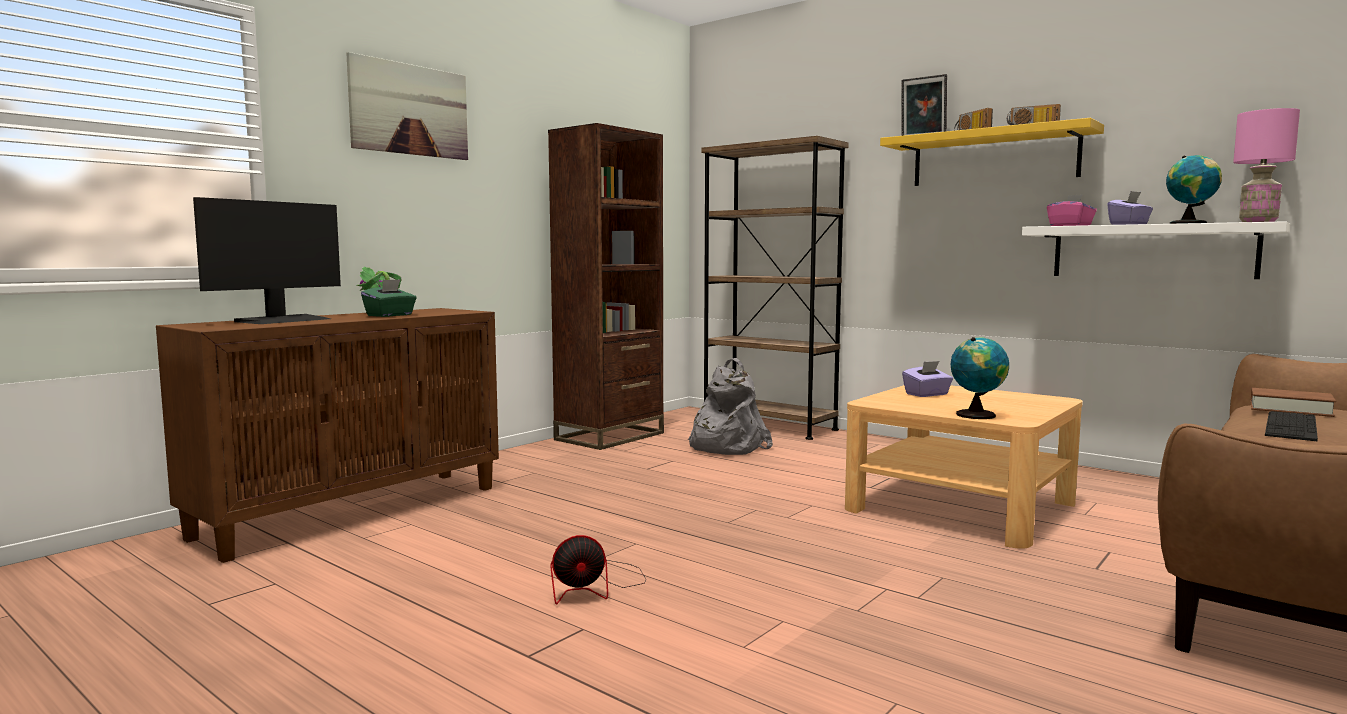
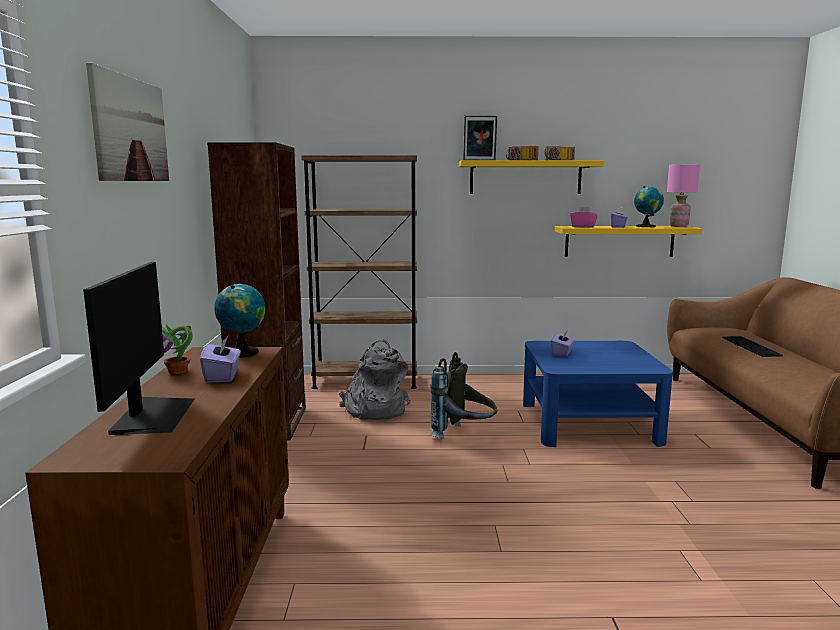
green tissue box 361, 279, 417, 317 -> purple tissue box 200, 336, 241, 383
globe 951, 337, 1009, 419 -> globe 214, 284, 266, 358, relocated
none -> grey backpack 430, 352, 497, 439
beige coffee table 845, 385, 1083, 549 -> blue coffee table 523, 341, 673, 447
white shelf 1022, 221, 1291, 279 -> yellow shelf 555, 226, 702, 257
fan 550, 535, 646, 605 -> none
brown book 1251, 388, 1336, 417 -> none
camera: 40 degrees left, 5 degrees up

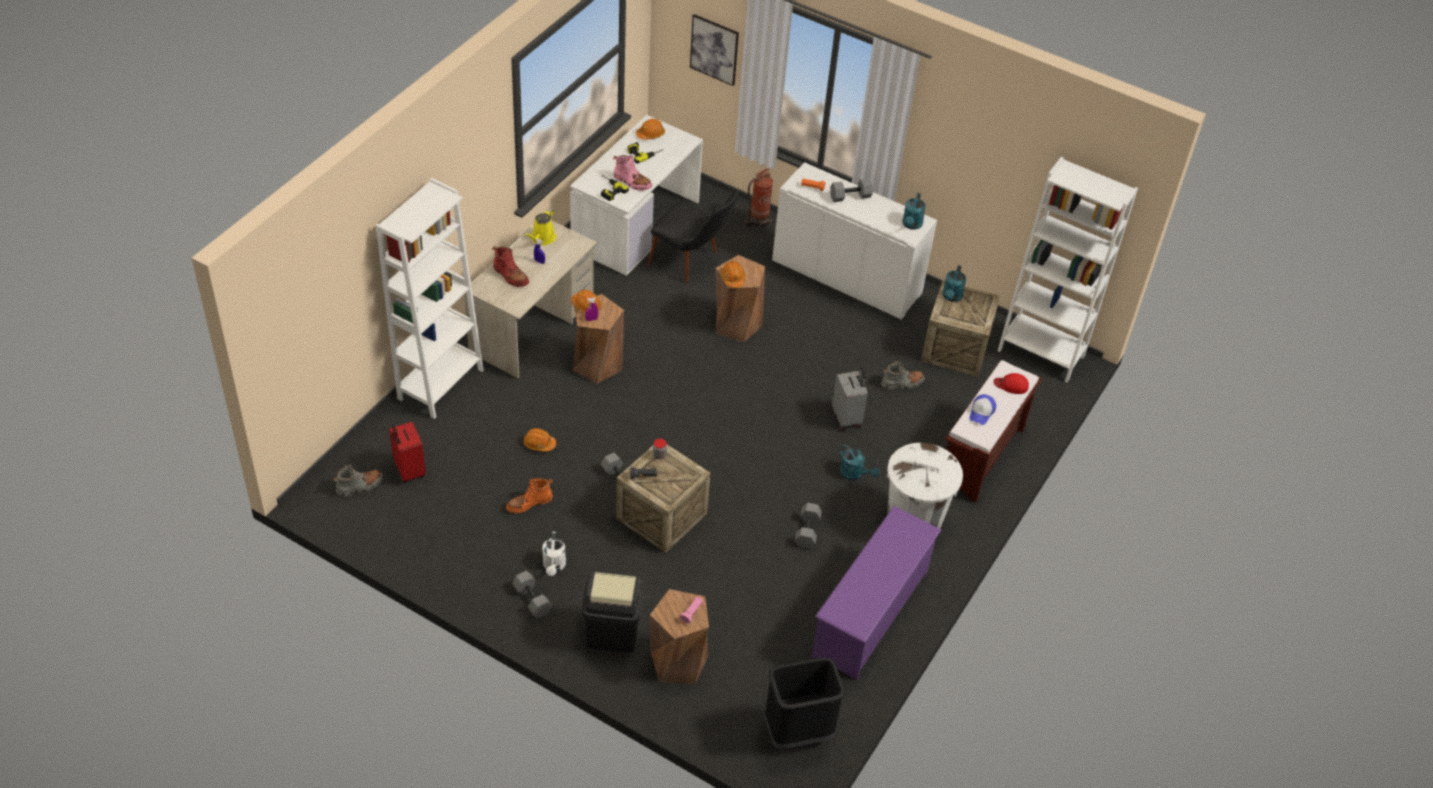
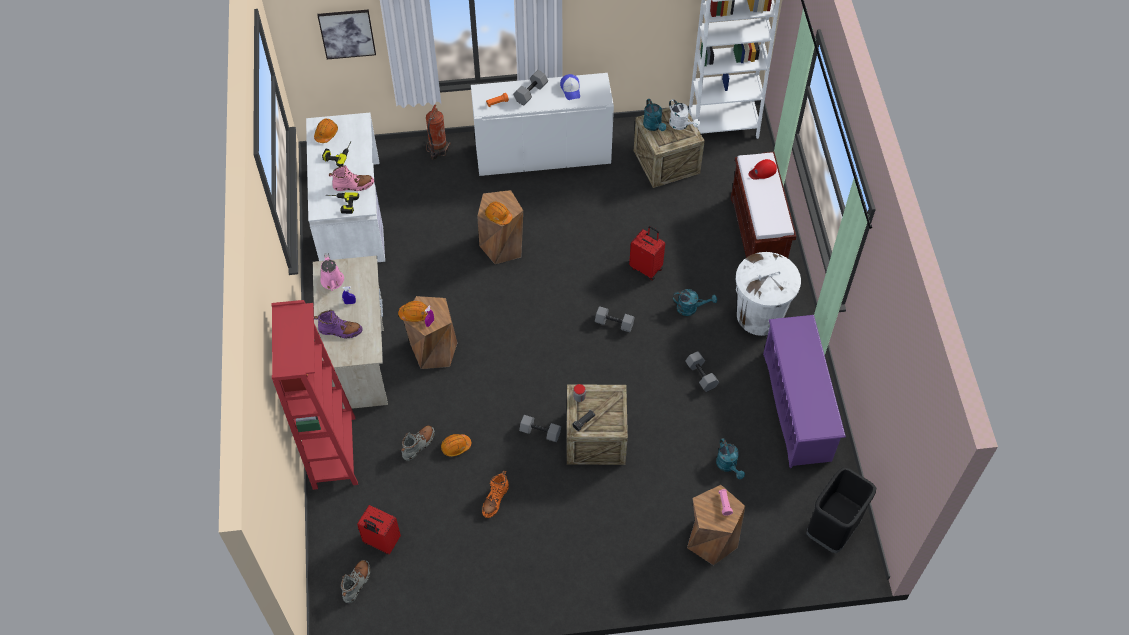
white bookcase 376, 178, 484, 419 -> red bookcase 271, 300, 358, 490
red boot 492, 246, 529, 287 -> purple boot 314, 310, 363, 339
yellow watering can 524, 209, 556, 246 -> pink watering can 320, 253, 344, 291
grey boot 881, 361, 924, 390 -> grey boot 401, 425, 435, 461, relocated
cap 969, 394, 996, 425 -> cap 560, 74, 580, 100, relocated
grey dumbbell 512, 571, 552, 618 -> grey dumbbell 595, 306, 635, 332, relocated
grey suitcase 832, 367, 868, 431 -> red suitcase 629, 226, 665, 281
white watering can 542, 531, 566, 576 -> white watering can 669, 99, 700, 130, relocated
turquoise watering can 902, 193, 926, 230 -> turquoise watering can 716, 438, 745, 479, relocated
black trash can 582, 571, 644, 653 -> none
black chair 647, 189, 739, 283 -> none
camera: 35 degrees left, 10 degrees up

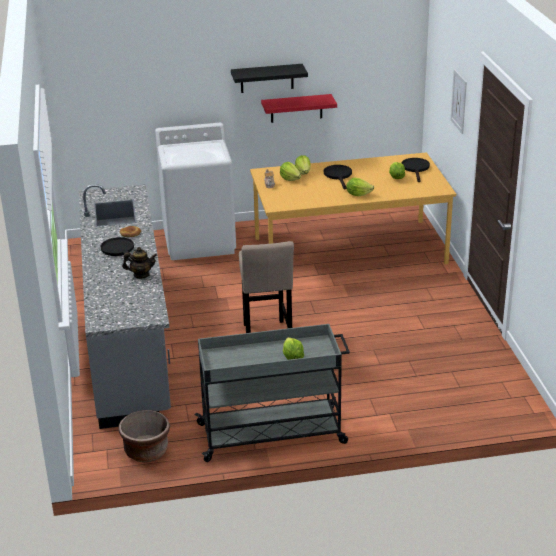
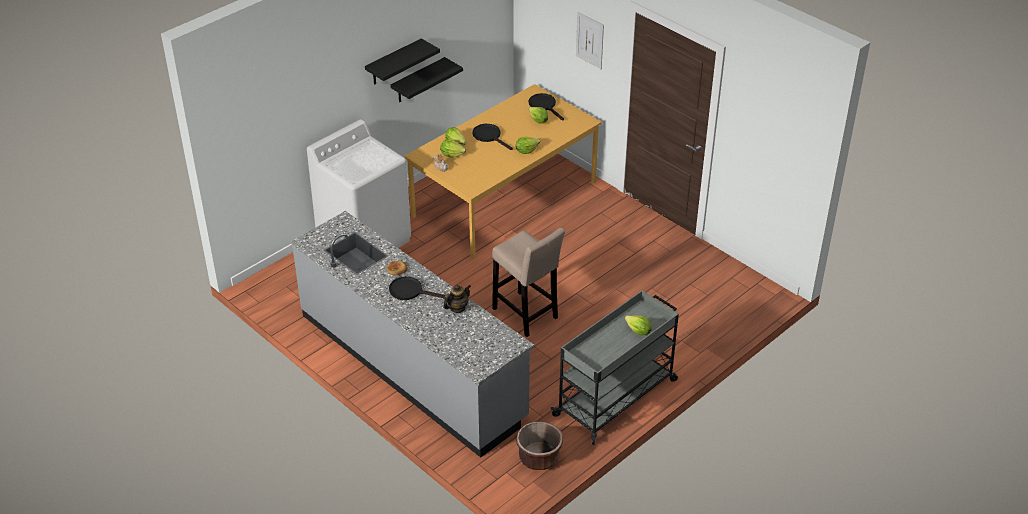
red shelf 261, 94, 337, 123 -> black shelf 390, 57, 463, 102
camera: 35 degrees left, 10 degrees up

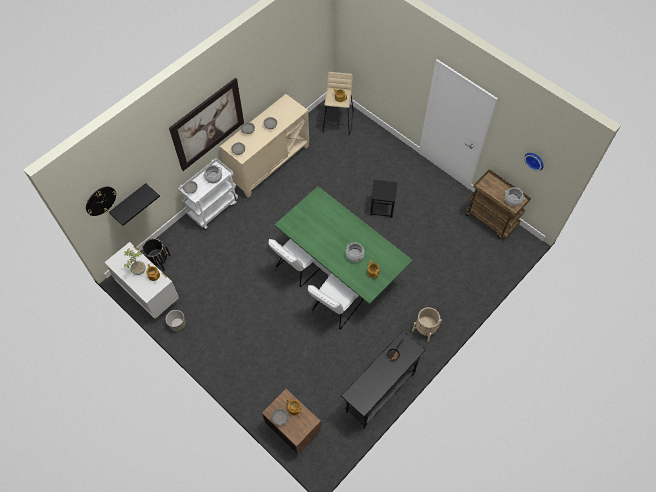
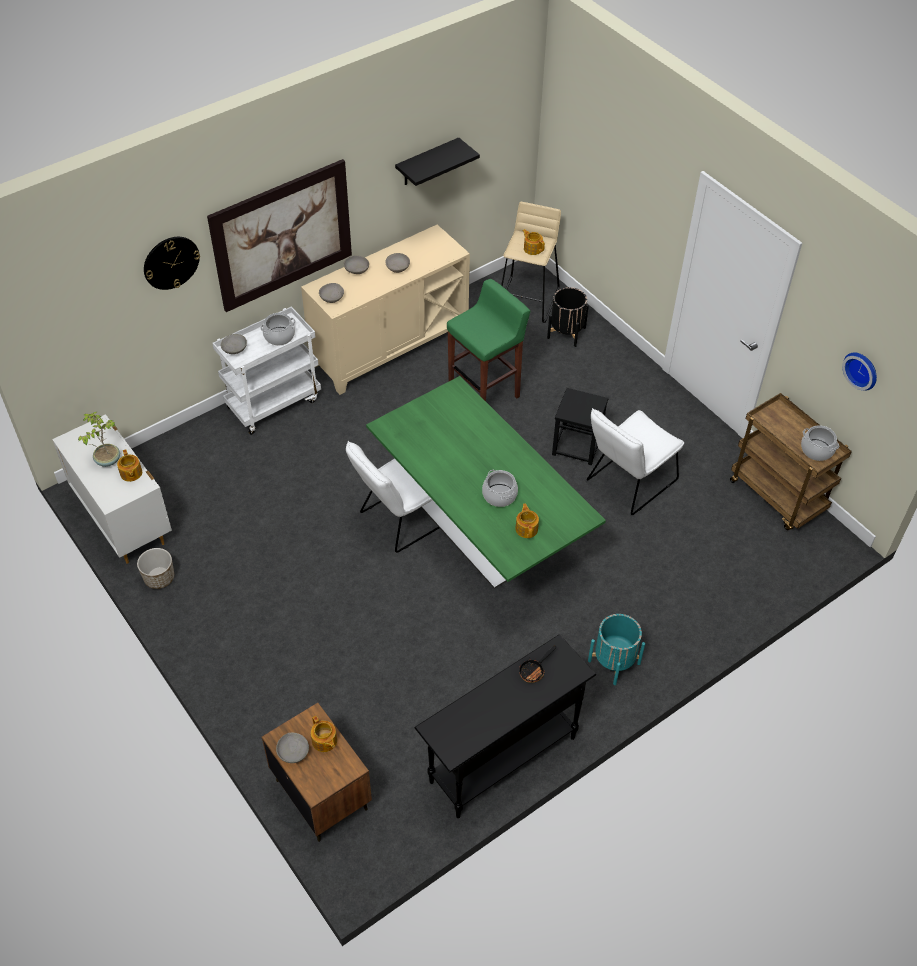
wall clock 86, 187, 116, 216 -> wall clock 144, 237, 200, 290, relocated
black shelf 109, 183, 160, 226 -> black shelf 395, 137, 480, 186, relocated
none -> green stool 447, 279, 530, 401
black planter 142, 238, 170, 271 -> black planter 547, 287, 589, 347, relocated
white chair 308, 273, 363, 329 -> white chair 587, 408, 684, 515, relocated
beige planter 412, 307, 442, 342 -> turquoise planter 588, 614, 645, 685
camera: 10 degrees right, 10 degrees down

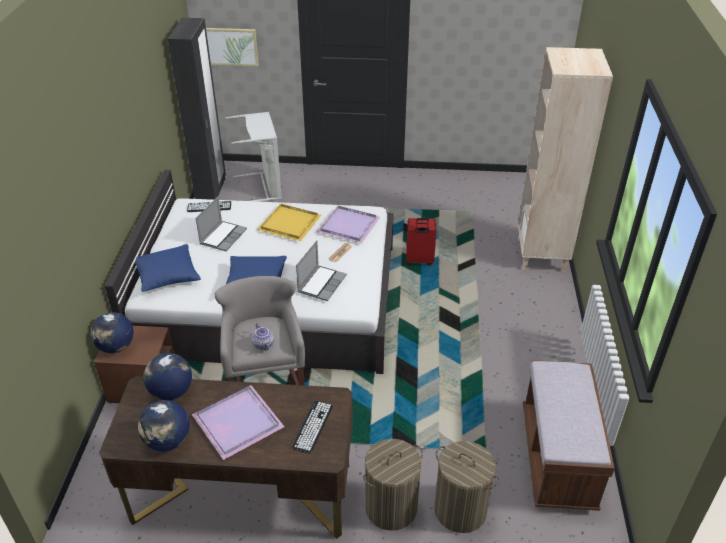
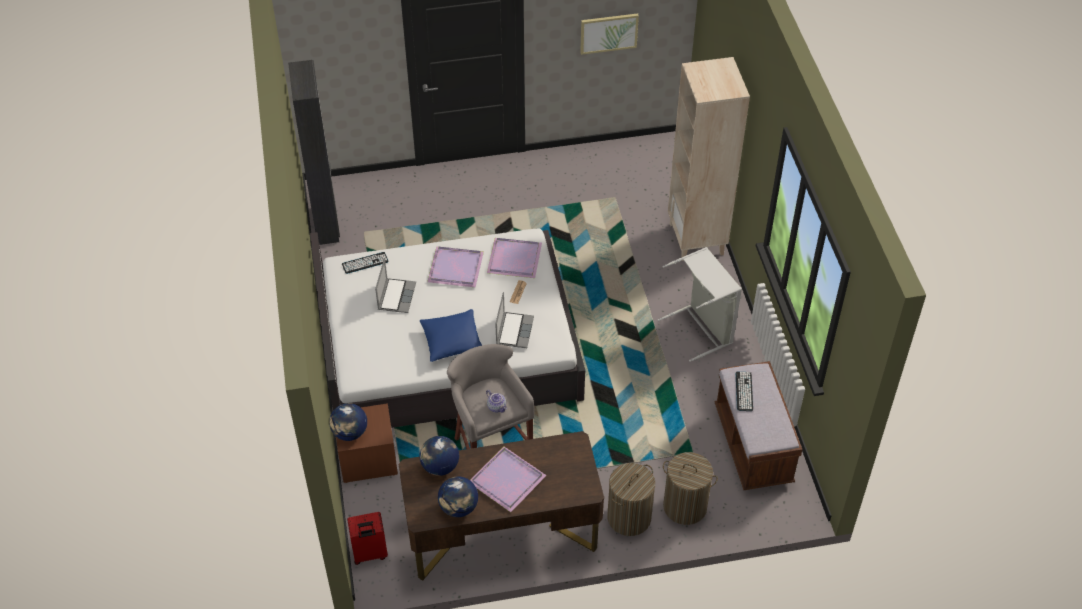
red suitcase 406, 218, 436, 266 -> red suitcase 347, 512, 388, 565, relocated
yellow tray 257, 204, 322, 241 -> purple tray 427, 246, 484, 287
picture 206, 28, 259, 66 -> picture 580, 13, 639, 55, relocated
grey laundry basket 226, 112, 282, 202 -> grey laundry basket 658, 247, 742, 362, relocated
keyboard 292, 401, 333, 454 -> keyboard 736, 371, 753, 411, relocated
blue pillow 135, 244, 201, 292 -> none
camera: 15 degrees left, 10 degrees up

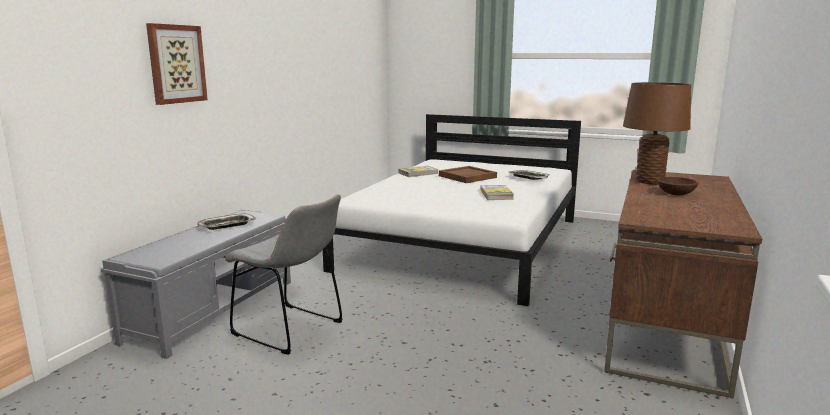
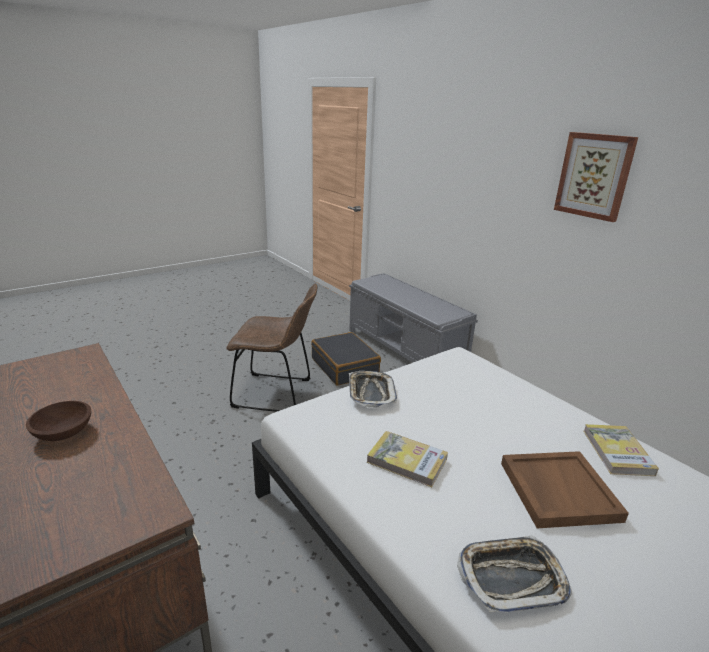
none -> brown chair 226, 284, 318, 412
grey chair 225, 194, 343, 355 -> black suitcase 311, 332, 381, 386
tray 197, 213, 256, 230 -> tray 349, 371, 397, 408, relocated
picture 146, 23, 208, 105 -> picture 554, 132, 638, 222, relocated
brown table lamp 623, 82, 691, 184 -> none
camera: 120 degrees right, 10 degrees up

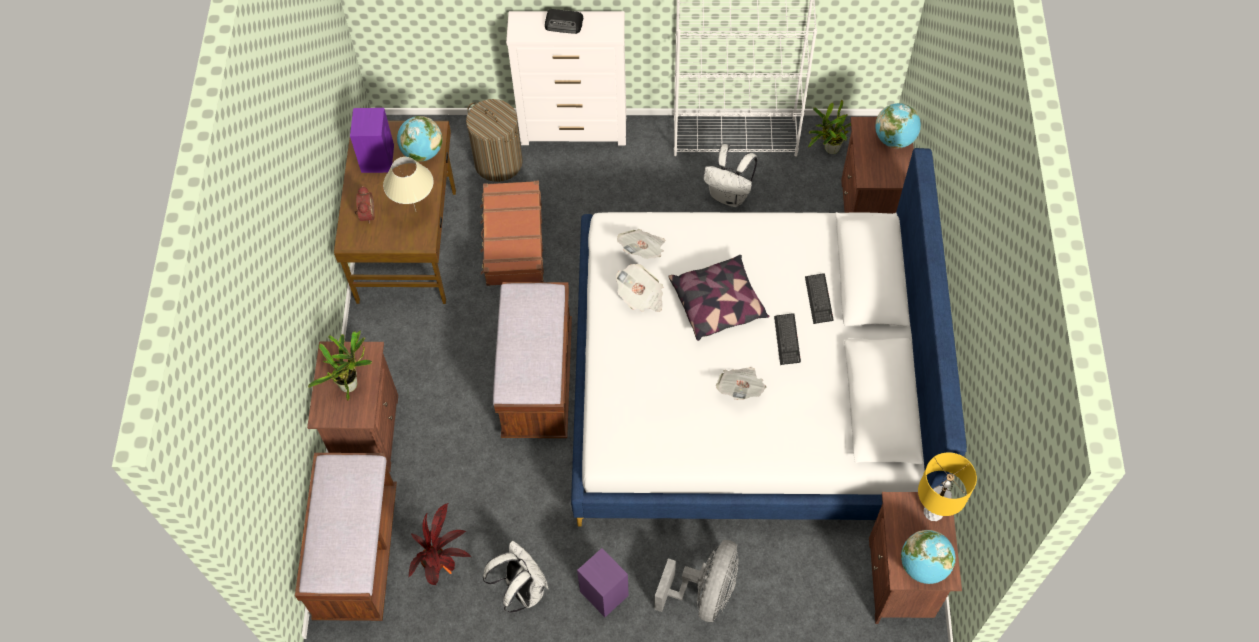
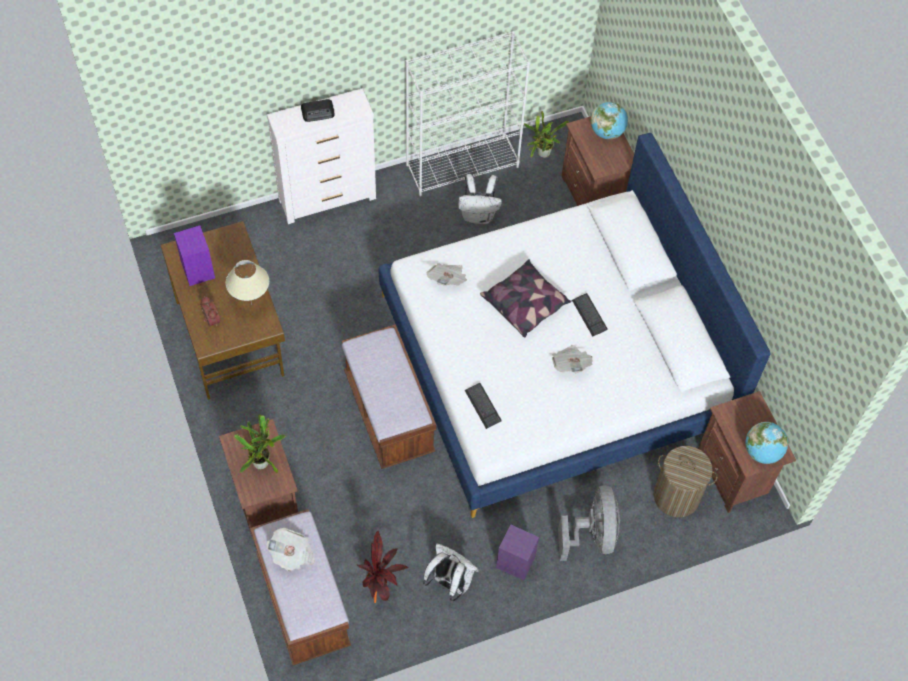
newspaper 616, 264, 663, 312 -> newspaper 266, 528, 315, 571, relocated
keyboard 805, 273, 834, 324 -> keyboard 465, 383, 502, 429, relocated
laundry basket 466, 99, 523, 182 -> laundry basket 654, 446, 717, 517, relocated
globe 397, 116, 443, 162 -> none
brown suitcase 480, 181, 544, 286 -> none
yellow table lamp 918, 452, 977, 521 -> none
camera: 25 degrees left, 0 degrees up

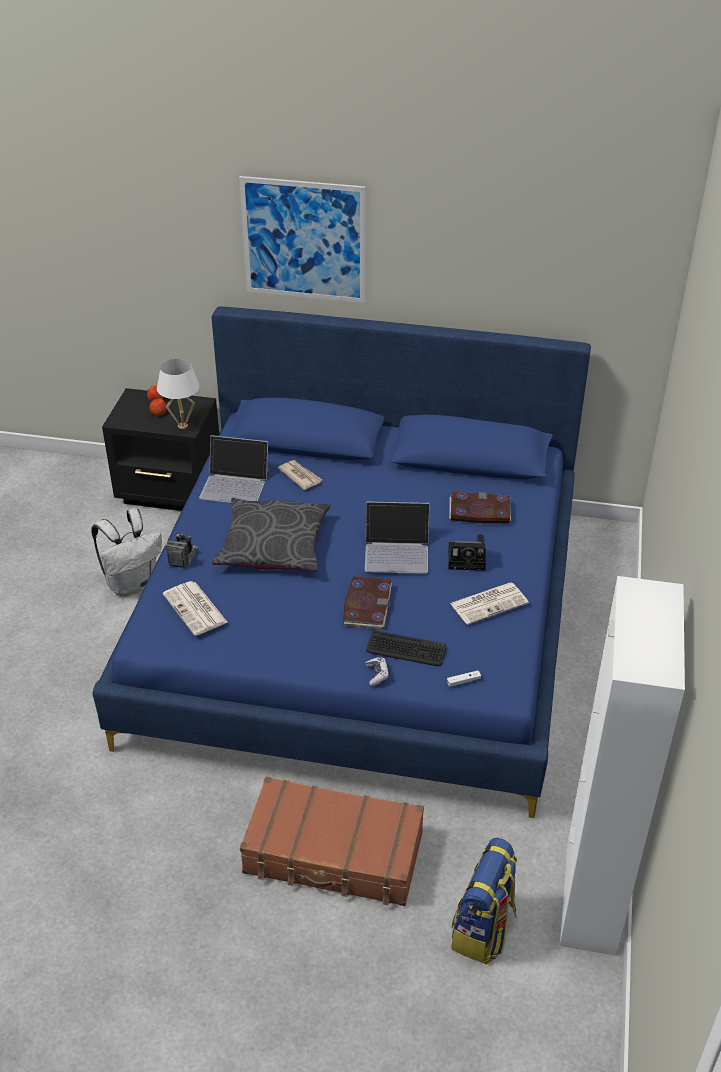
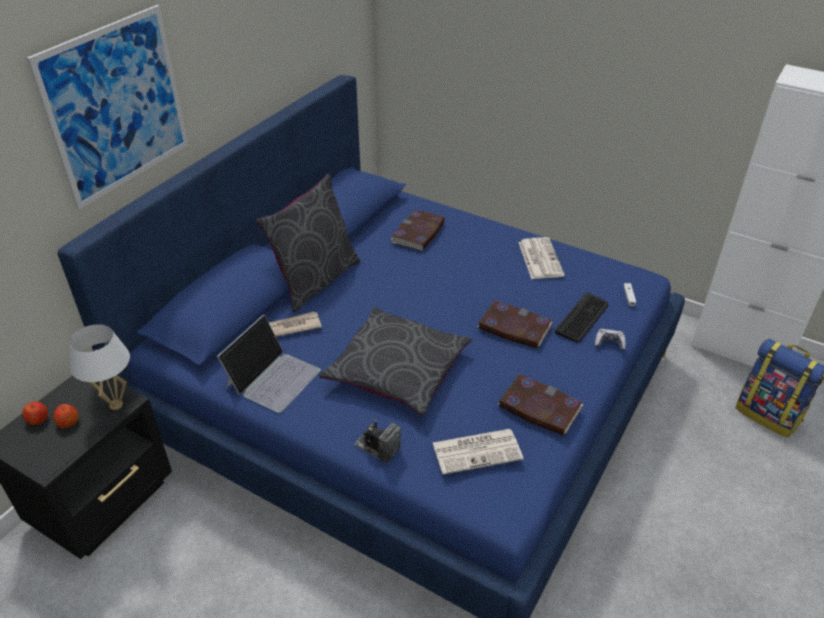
none -> grey pillow 256, 174, 360, 312
none -> book 498, 374, 584, 436
white backpack 91, 508, 162, 597 -> none
brown suitcase 240, 776, 424, 906 -> none
laptop 365, 501, 430, 574 -> none
photo camera 448, 534, 486, 571 -> none
camera: 70 degrees left, 0 degrees up

